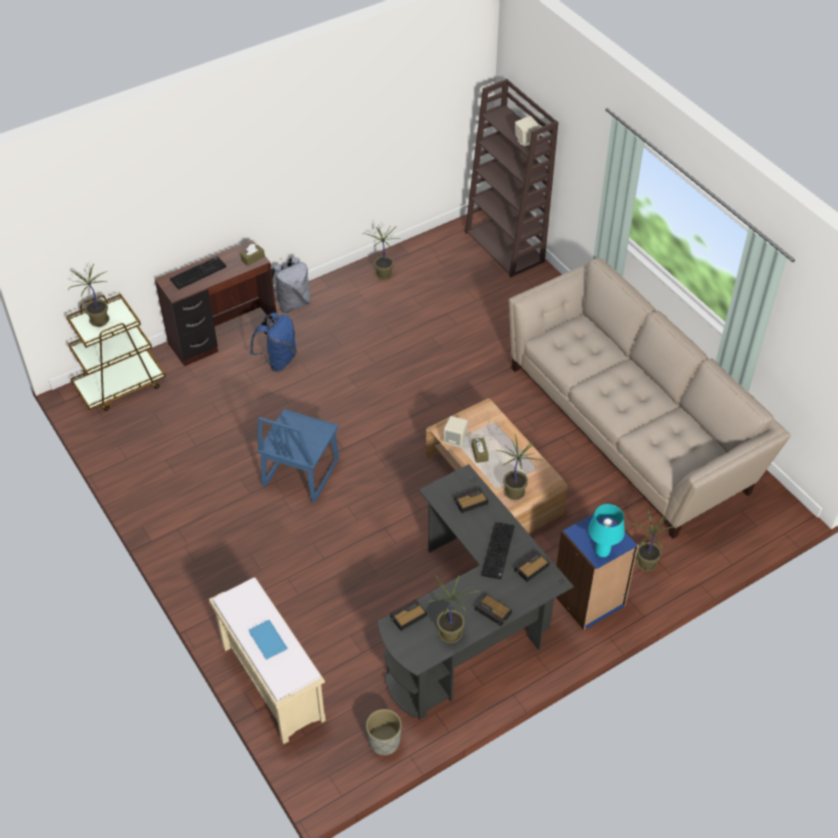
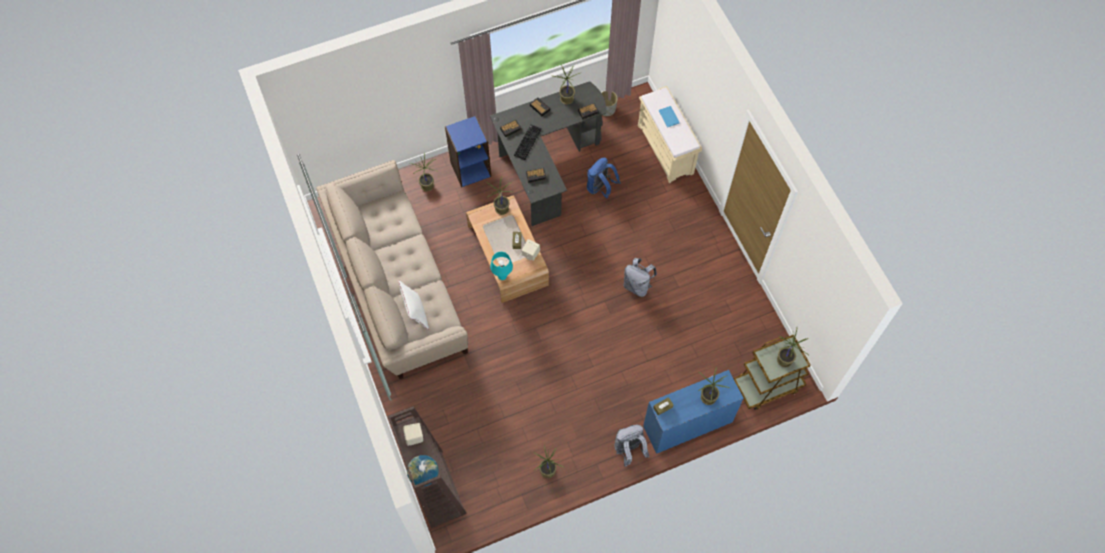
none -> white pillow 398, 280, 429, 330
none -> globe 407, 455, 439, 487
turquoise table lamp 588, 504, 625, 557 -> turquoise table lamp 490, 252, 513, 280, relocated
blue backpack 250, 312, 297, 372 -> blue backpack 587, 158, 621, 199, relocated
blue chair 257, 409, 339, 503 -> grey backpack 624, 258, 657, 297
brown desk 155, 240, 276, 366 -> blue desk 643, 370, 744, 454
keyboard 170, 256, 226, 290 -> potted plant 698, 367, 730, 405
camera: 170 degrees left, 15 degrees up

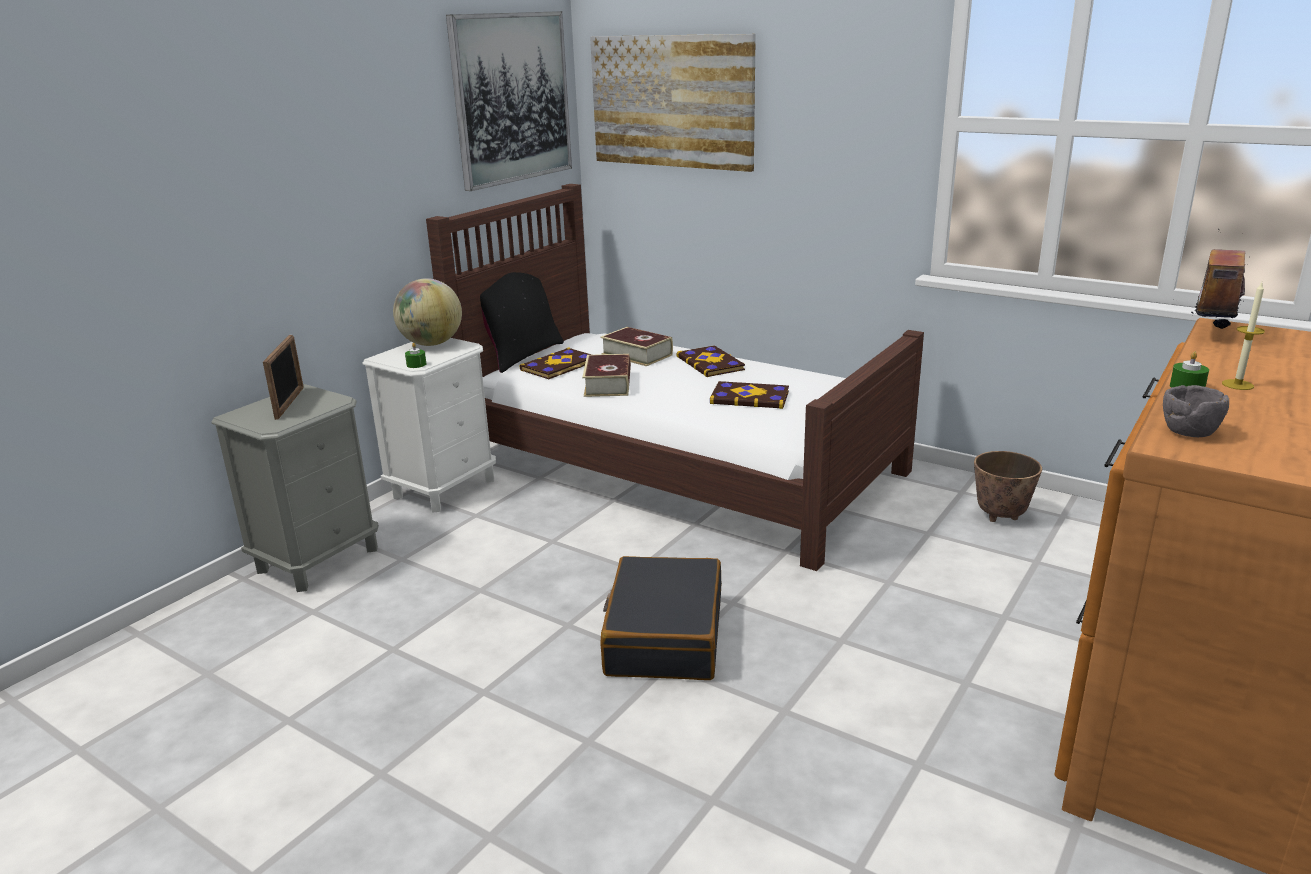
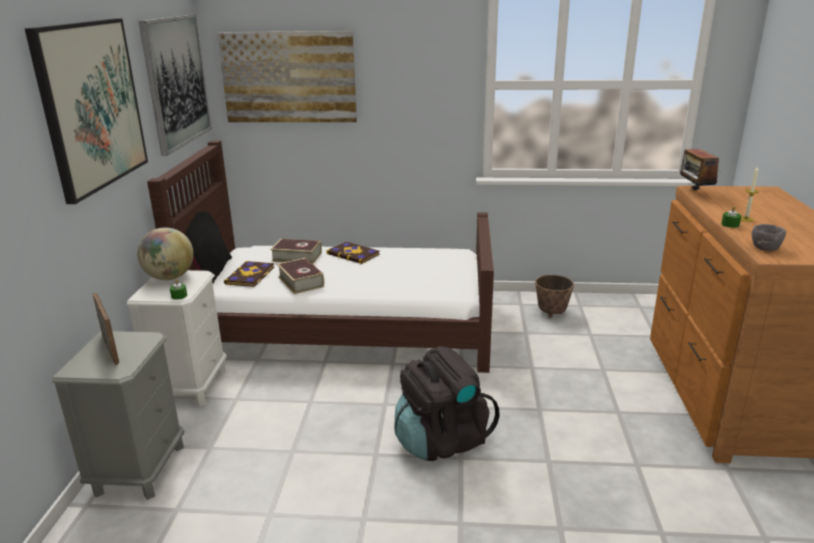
none -> picture 25, 18, 148, 204
black suitcase 600, 556, 722, 680 -> black backpack 394, 346, 499, 461
book 710, 381, 789, 409 -> none
camera: 30 degrees left, 0 degrees up

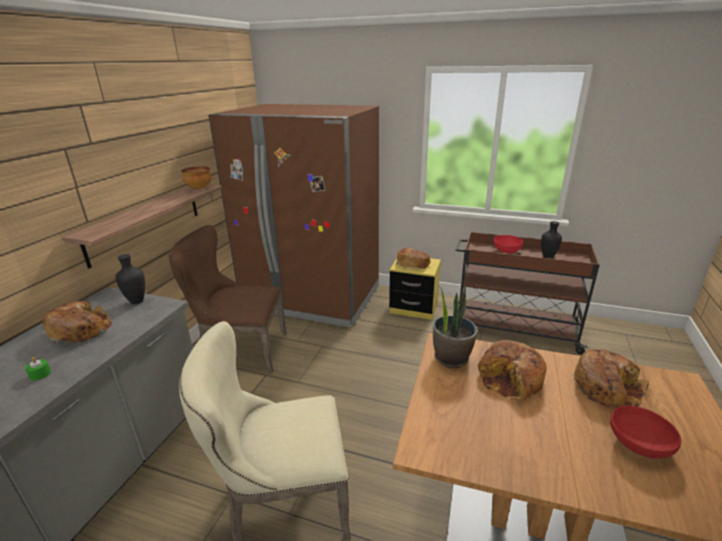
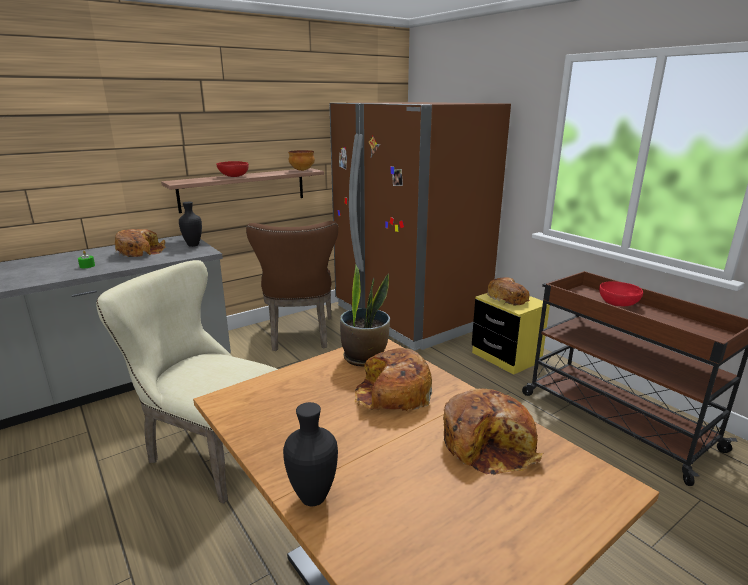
red bowl 610, 406, 681, 458 -> red bowl 216, 161, 249, 177, relocated
brown chair 169, 225, 287, 373 -> brown chair 246, 221, 338, 351, 135 degrees counterclockwise
black vase 541, 221, 562, 259 -> black vase 283, 402, 338, 506, relocated
camera: 35 degrees right, 5 degrees down

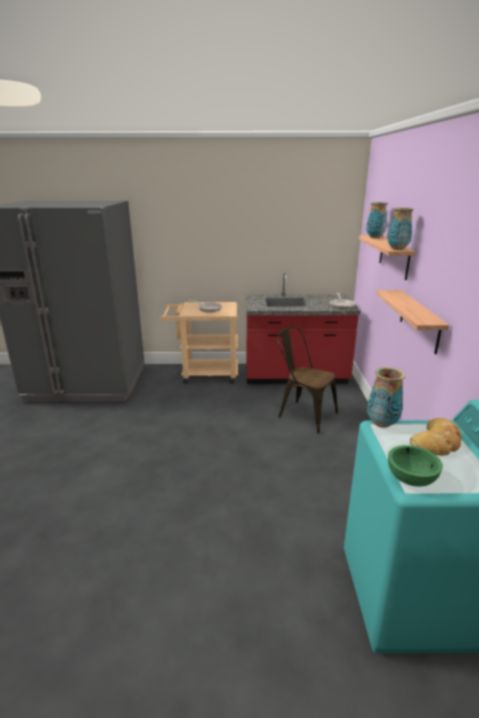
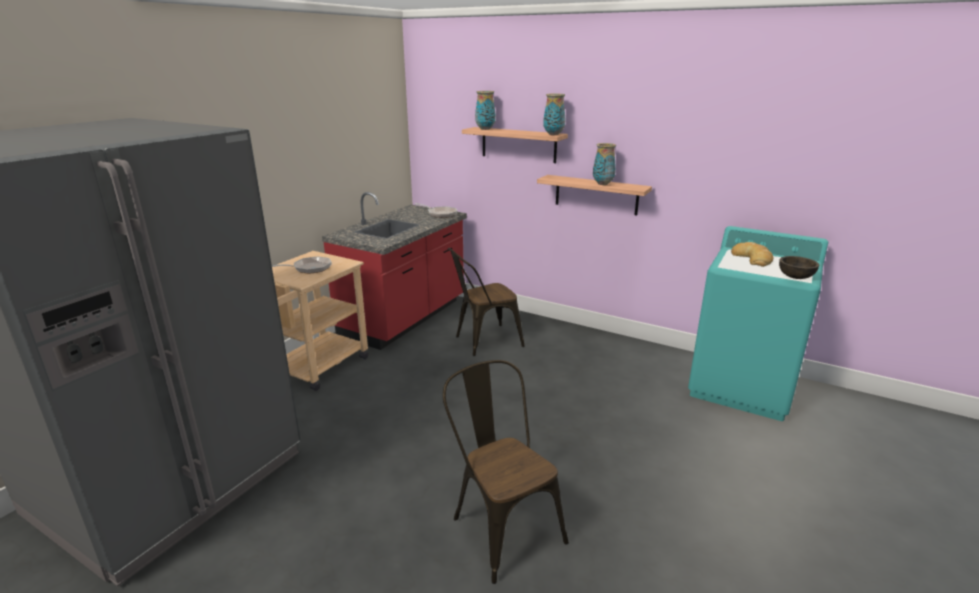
none -> brown chair 443, 360, 569, 584
vase 367, 367, 405, 428 -> vase 593, 143, 616, 185, relocated
green bowl 388, 445, 443, 486 -> brown bowl 779, 256, 819, 279
camera: 60 degrees left, 0 degrees up

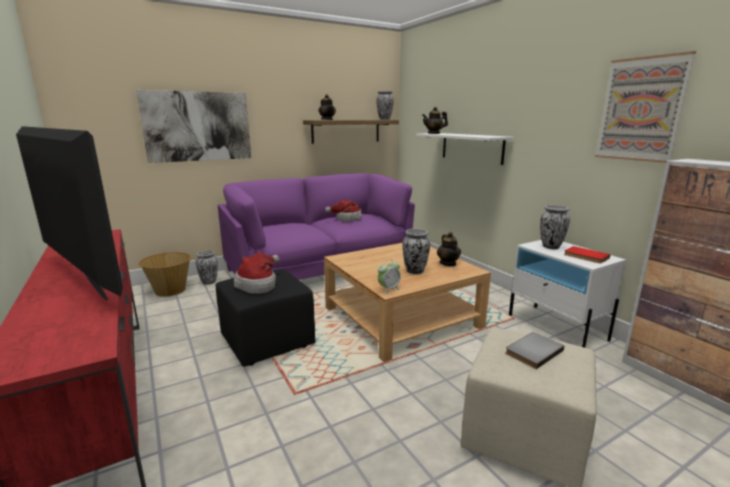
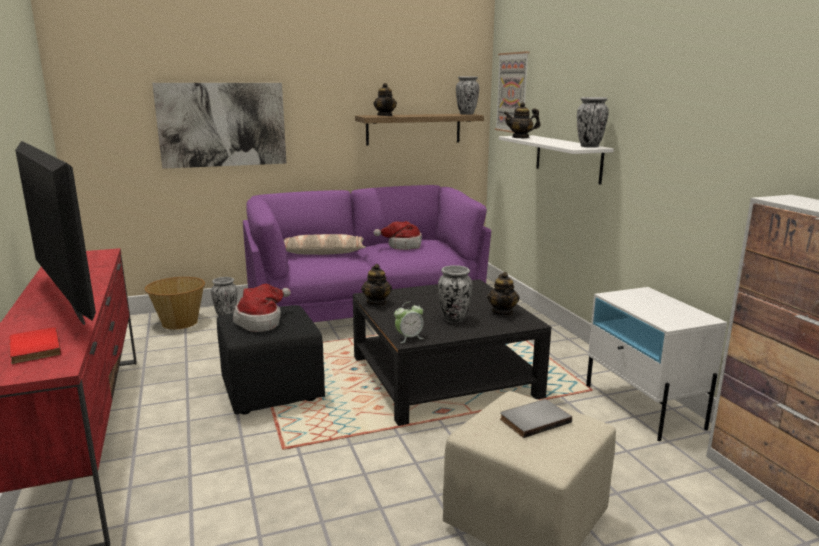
red book 564, 246, 611, 264 -> red book 9, 327, 61, 364, relocated
none -> pillow 284, 234, 366, 255
beige coffee table 324, 243, 491, 362 -> black coffee table 353, 279, 551, 426
none -> teapot 361, 264, 392, 306
picture 595, 51, 696, 163 -> picture 495, 51, 530, 133, relocated
vase 540, 205, 570, 249 -> vase 577, 97, 609, 148, relocated
camera: 10 degrees right, 0 degrees up

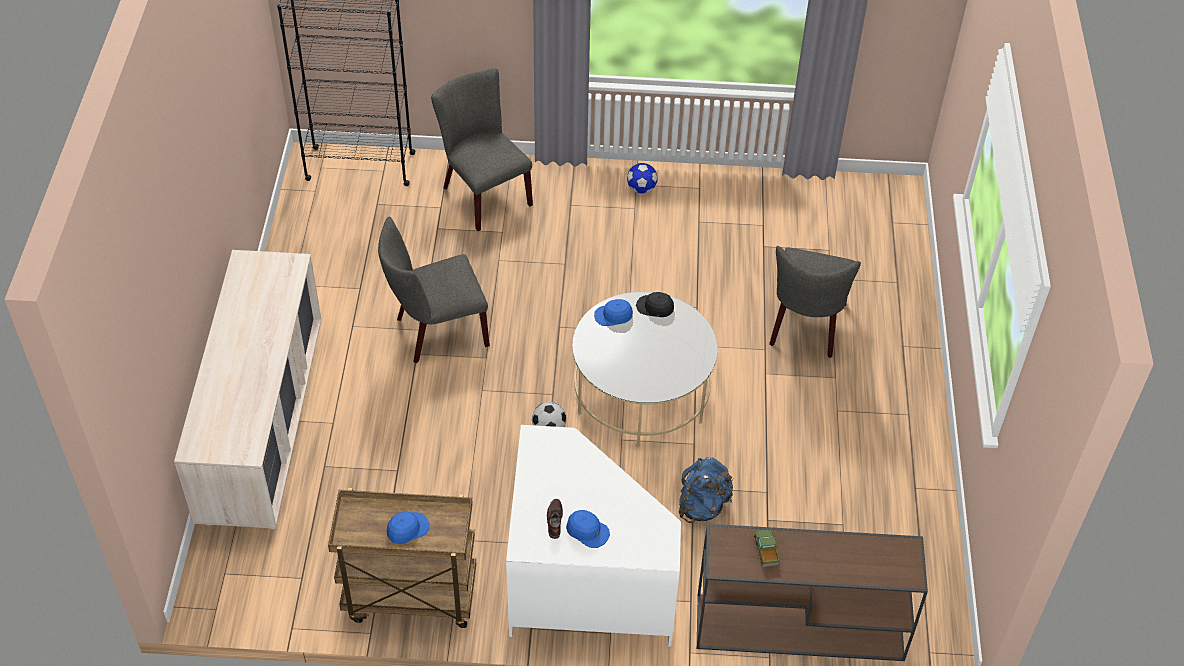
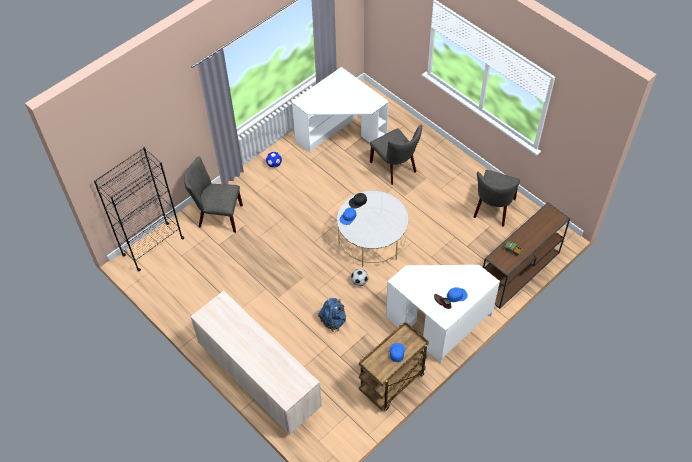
none -> white desk 292, 67, 389, 153
blue backpack 679, 457, 734, 523 -> blue backpack 318, 298, 346, 332, relocated
grey chair 378, 217, 490, 363 -> grey chair 474, 170, 520, 227, relocated
camera: 45 degrees left, 5 degrees up

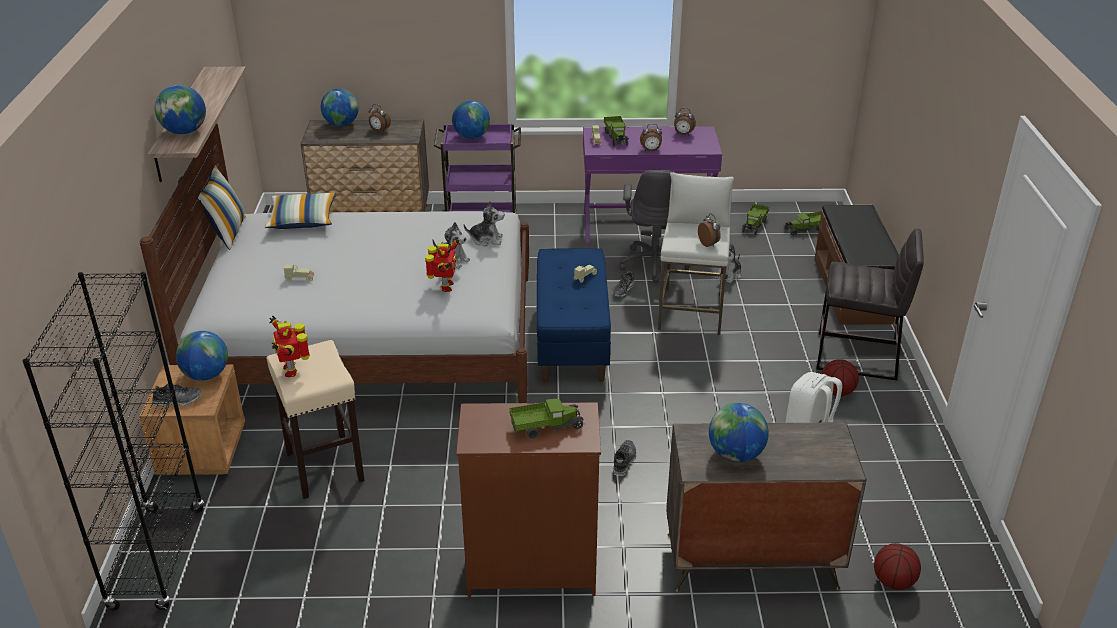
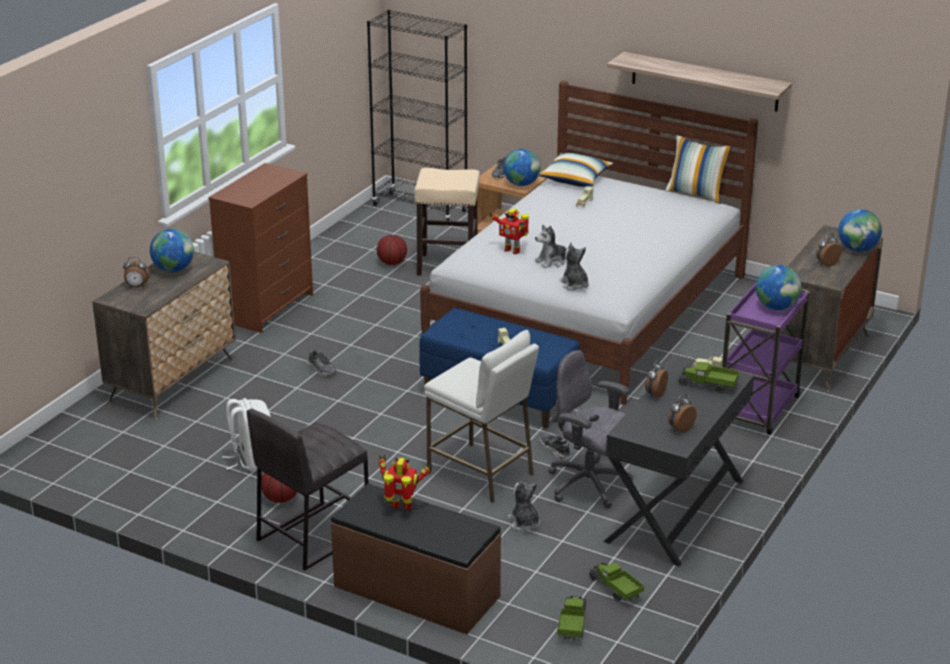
alarm clock 698, 213, 721, 247 -> alarm clock 123, 257, 150, 288, relocated
basketball 874, 543, 921, 590 -> basketball 377, 235, 407, 265, relocated
toy robot 269, 316, 310, 377 -> toy robot 379, 455, 432, 510, relocated
pillow 265, 193, 336, 229 -> pillow 538, 153, 613, 187, relocated
plush toy 464, 201, 504, 247 -> plush toy 559, 245, 589, 291, 120 degrees clockwise
purple desk 583, 126, 722, 243 -> black desk 603, 356, 754, 567
globe 155, 85, 206, 134 -> none
toy truck 509, 398, 584, 439 -> none
camera: 120 degrees right, 5 degrees down

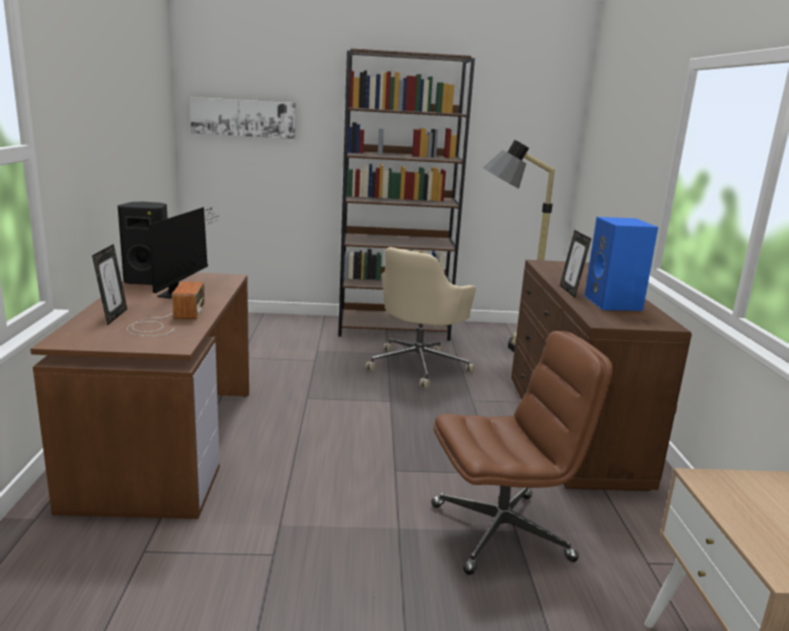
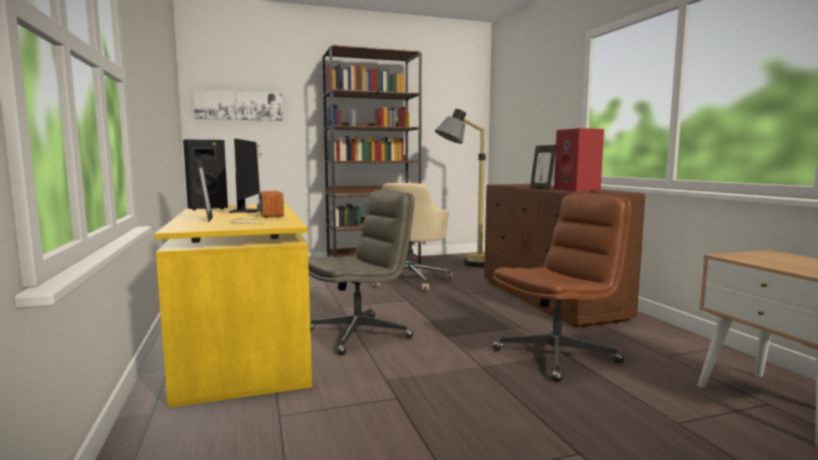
brown desk 30, 273, 249, 519 -> yellow desk 154, 204, 312, 408
none -> grey office chair 308, 190, 414, 355
blue speaker 585, 217, 658, 311 -> red speaker 554, 128, 604, 191
camera: 15 degrees left, 10 degrees down

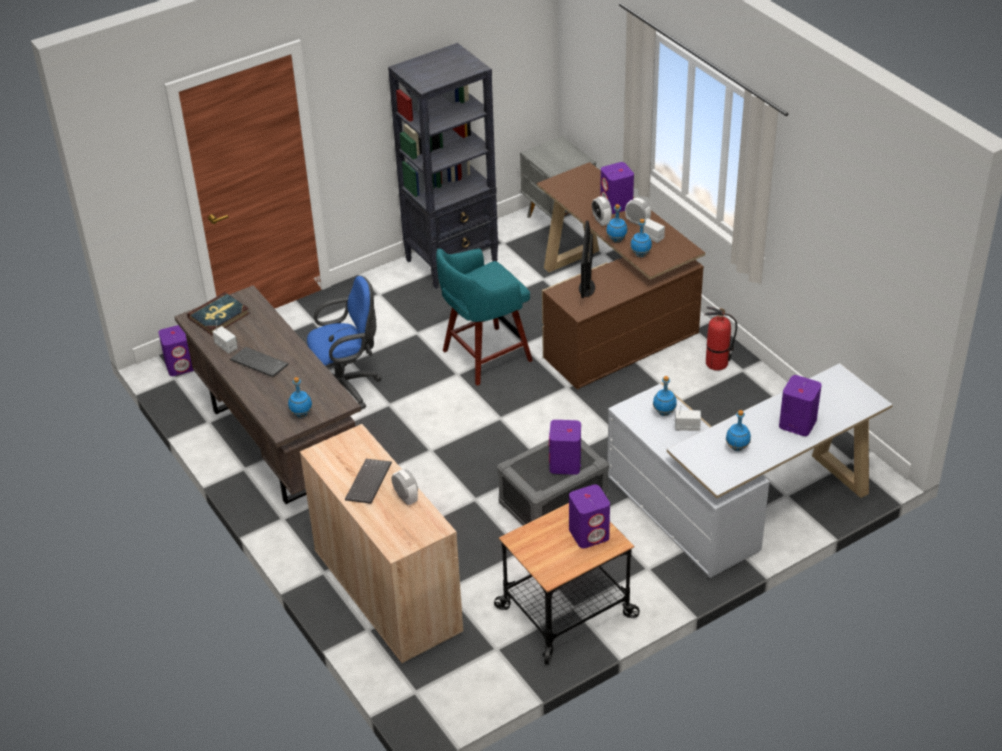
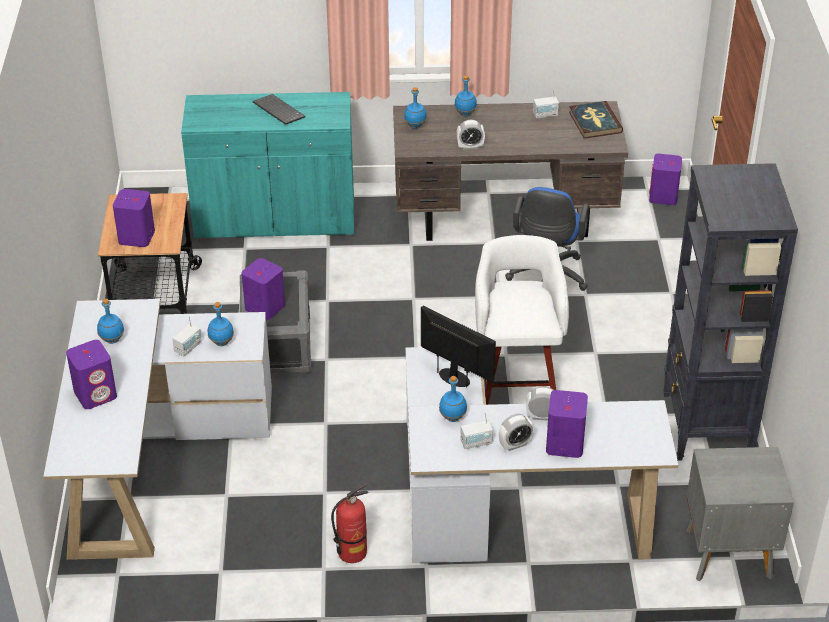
beige cabinet 300, 424, 463, 664 -> turquoise cabinet 181, 92, 354, 239
brown desk 537, 162, 705, 390 -> white desk 405, 347, 678, 563
blue bottle 606, 204, 628, 242 -> blue bottle 454, 75, 477, 117, relocated
alarm clock 392, 469, 418, 505 -> alarm clock 457, 120, 485, 150, relocated
turquoise stool 436, 249, 533, 386 -> white stool 475, 235, 569, 405
keyboard 230, 347, 288, 377 -> none
camera: 120 degrees right, 0 degrees up

